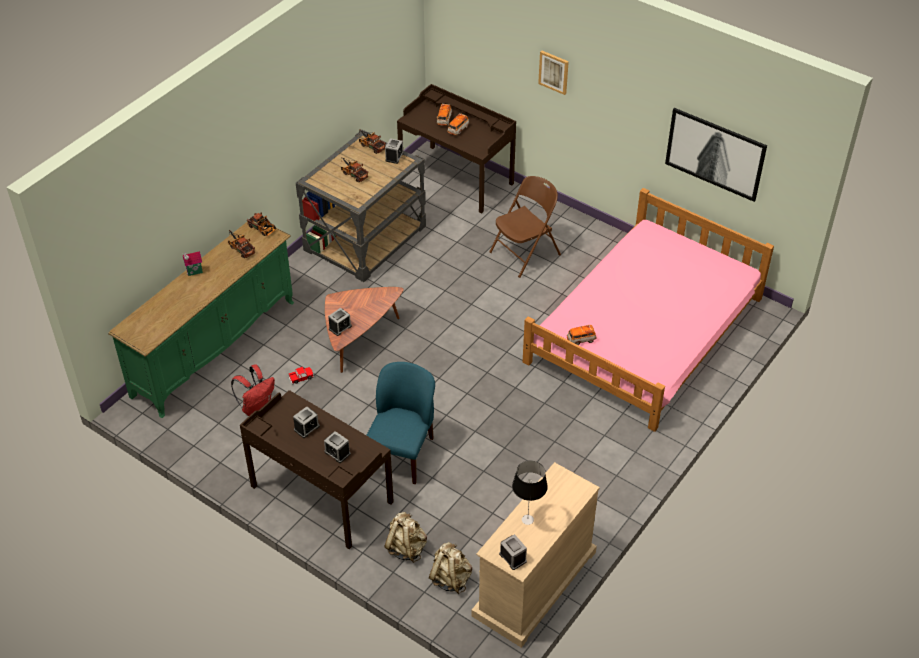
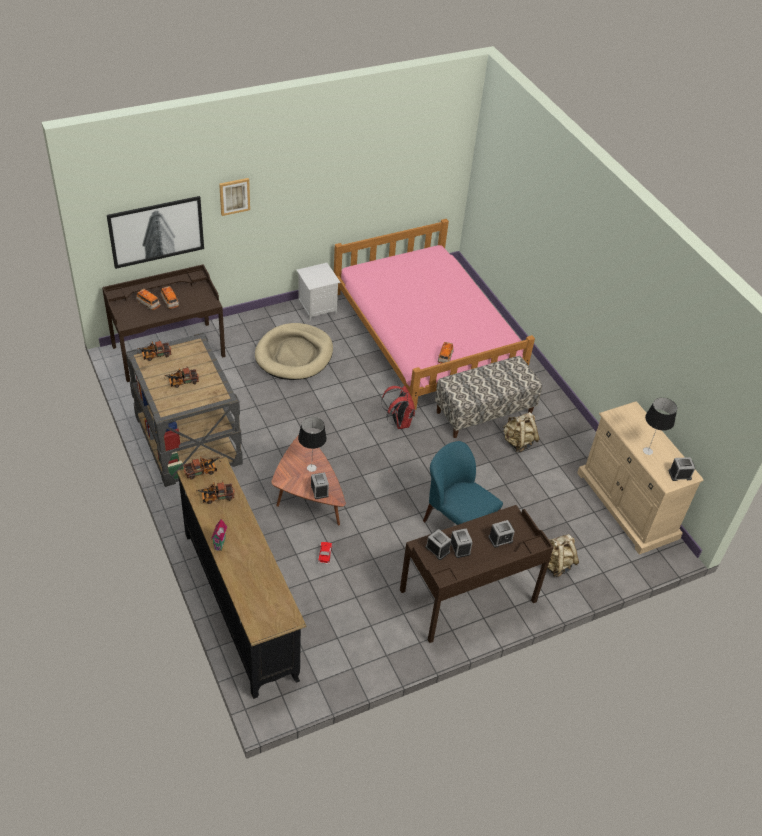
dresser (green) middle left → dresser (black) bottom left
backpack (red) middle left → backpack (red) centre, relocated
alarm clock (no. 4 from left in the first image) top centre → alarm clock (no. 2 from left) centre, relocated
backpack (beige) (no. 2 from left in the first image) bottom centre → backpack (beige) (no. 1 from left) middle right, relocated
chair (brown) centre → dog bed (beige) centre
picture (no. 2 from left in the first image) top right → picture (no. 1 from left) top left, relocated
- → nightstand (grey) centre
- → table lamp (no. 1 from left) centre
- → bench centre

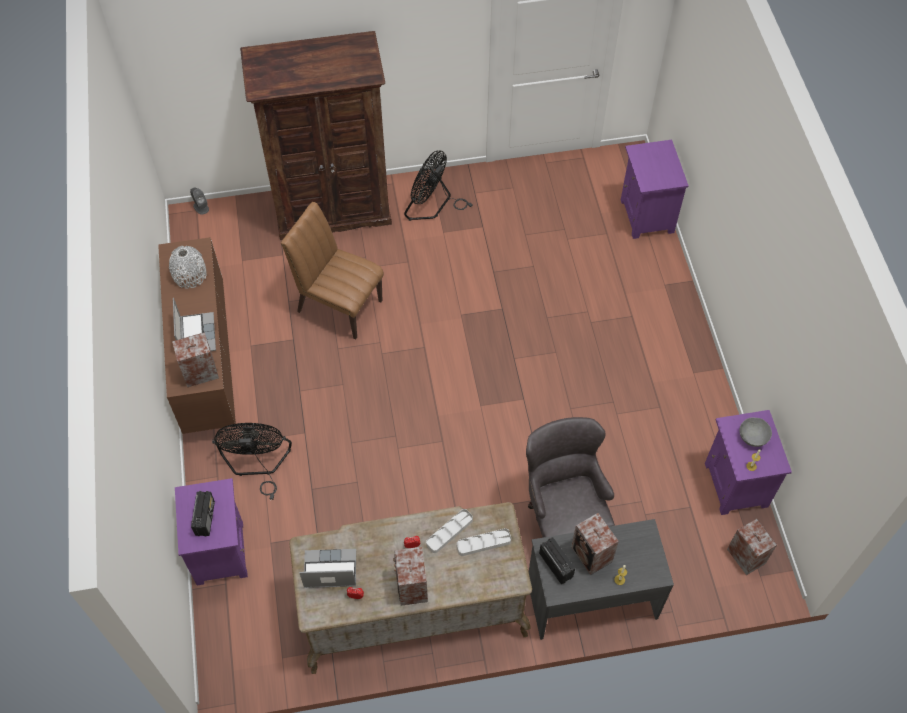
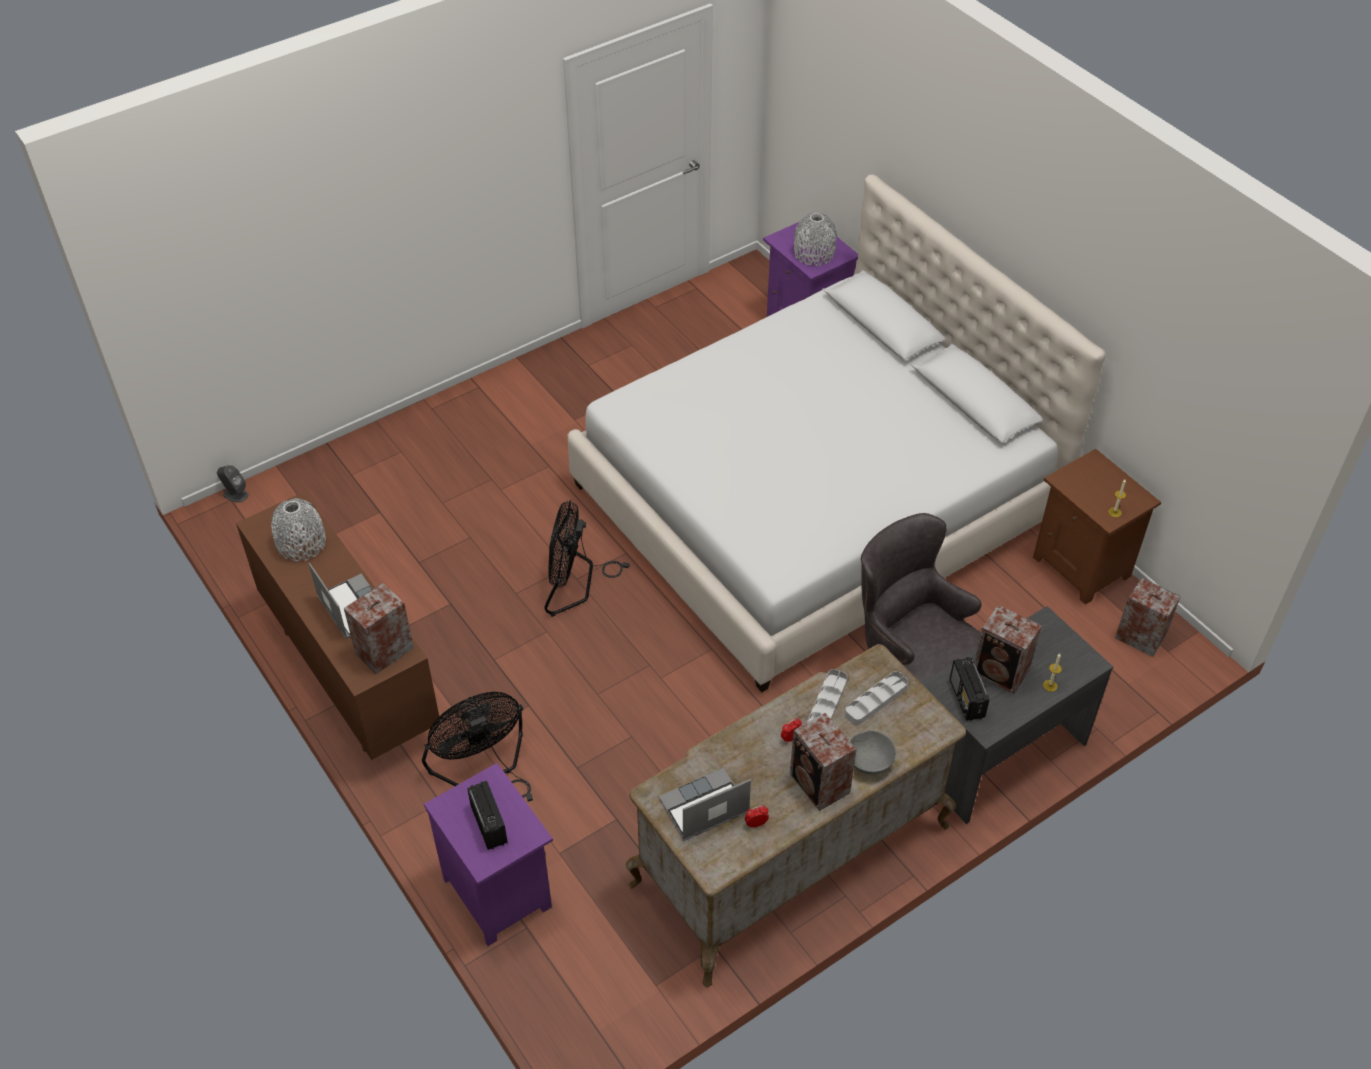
wardrobe (brown) top centre → -
chair (brown) centre → -
fan (black) (no. 2 from left) top centre → fan (black) (no. 2 from left) centre, relocated
radio (no. 2 from left) bottom centre → radio (no. 2 from left) middle right, 135 degrees counterclockwise
nightstand (purple) (no. 3 from left) middle right → nightstand (brown) middle right
bowl (grey) middle right → bowl (grey) bottom centre, relocated
- → bed (white) centre
- → vase (grey) (no. 2 from left) top centre

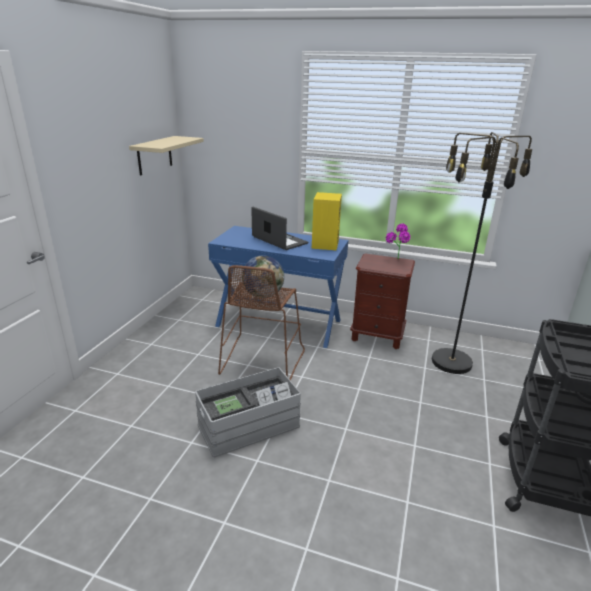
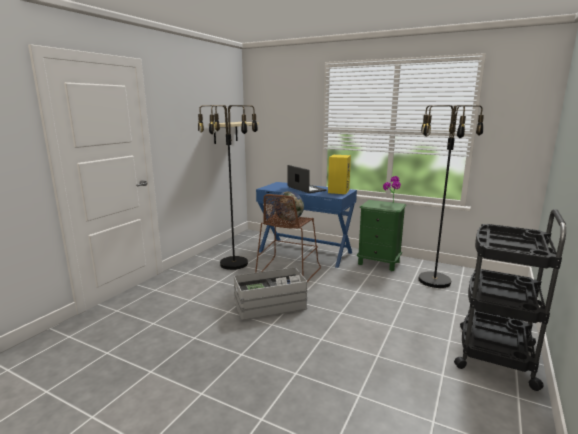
nightstand (brown) centre → nightstand (green) centre
- → floor lamp (no. 1 from left) centre

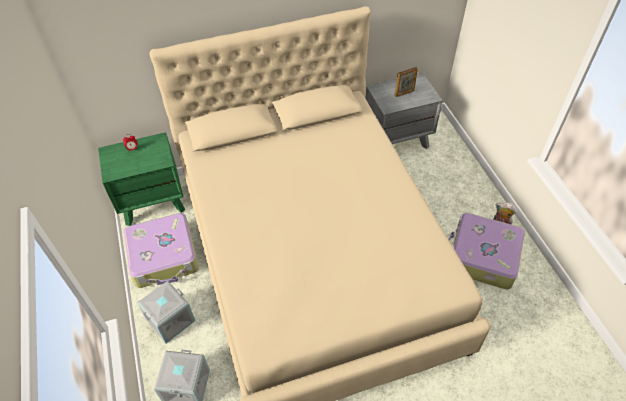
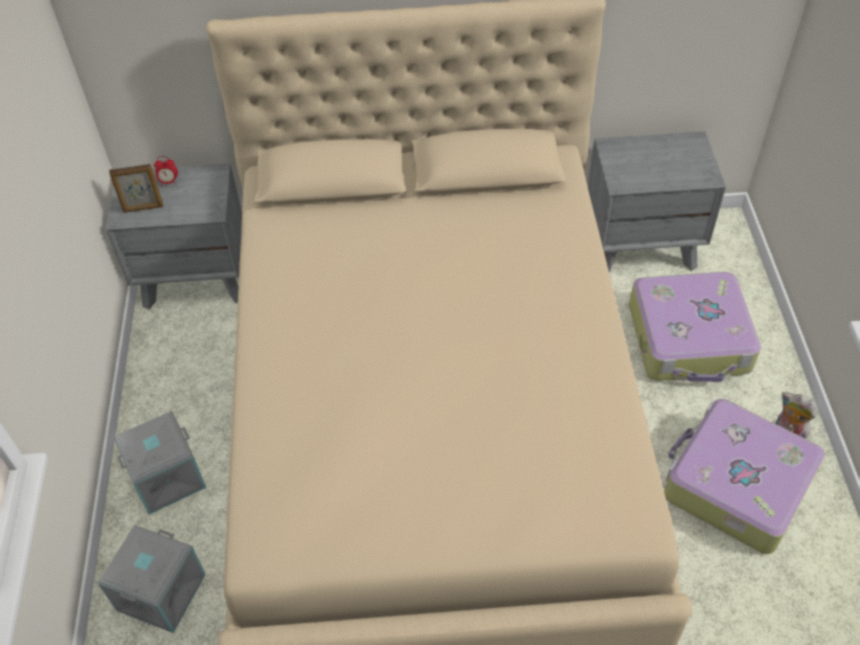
nightstand (green) middle left → nightstand (grey) (no. 1 from left) middle left
suitcase (no. 1 from left) middle left → suitcase (no. 1 from left) middle right, relocated
picture frame top centre → picture frame top left, relocated

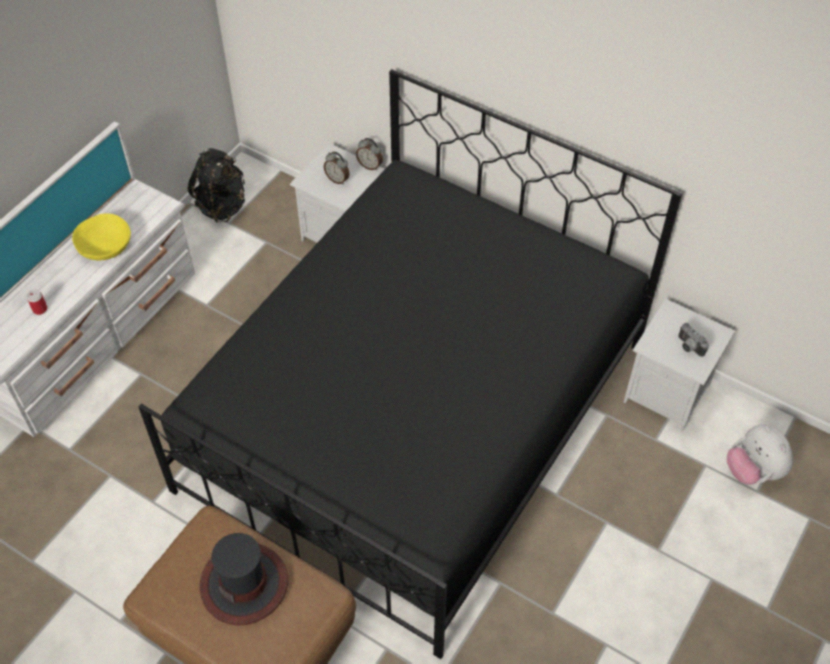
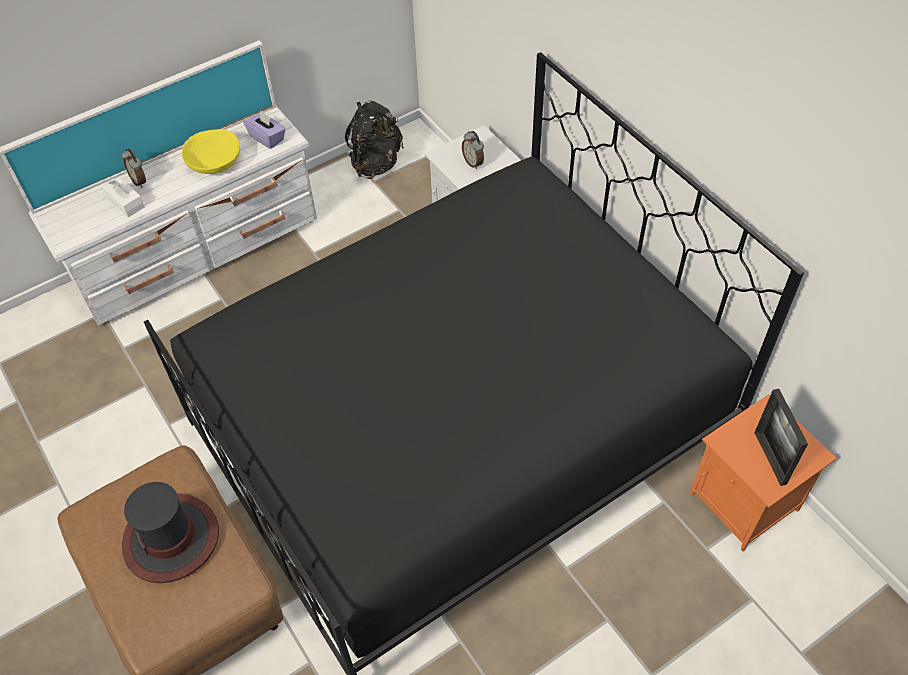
can middle left → tissue box (white) top left
alarm clock (no. 2 from left in the first image) top centre → alarm clock (no. 1 from left) top left, relocated
nightstand (grey) (no. 2 from left) middle right → nightstand (orange) bottom right
photo camera middle right → picture frame middle right
plush toy bottom right → -
- → tissue box (purple) top left

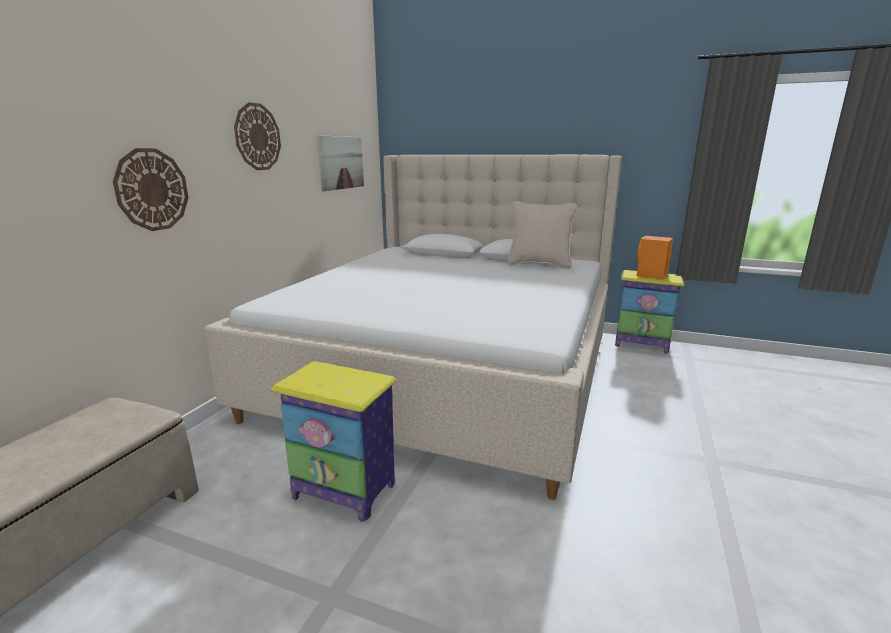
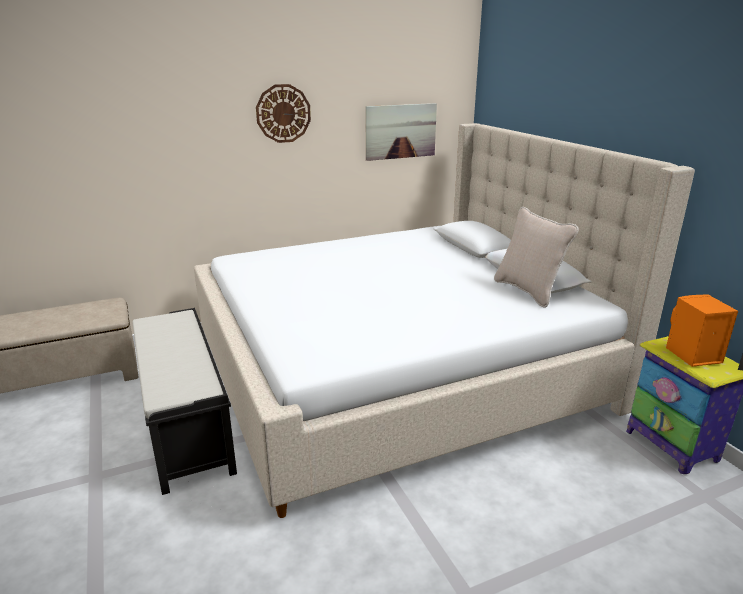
wall clock (no. 1 from left) top left → -
nightstand (no. 1 from left) bottom centre → bench (black) bottom left

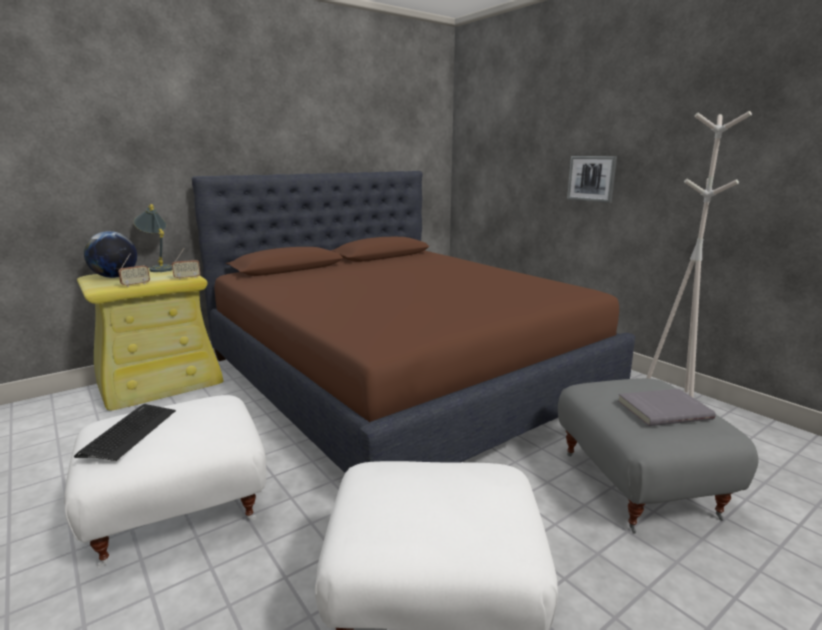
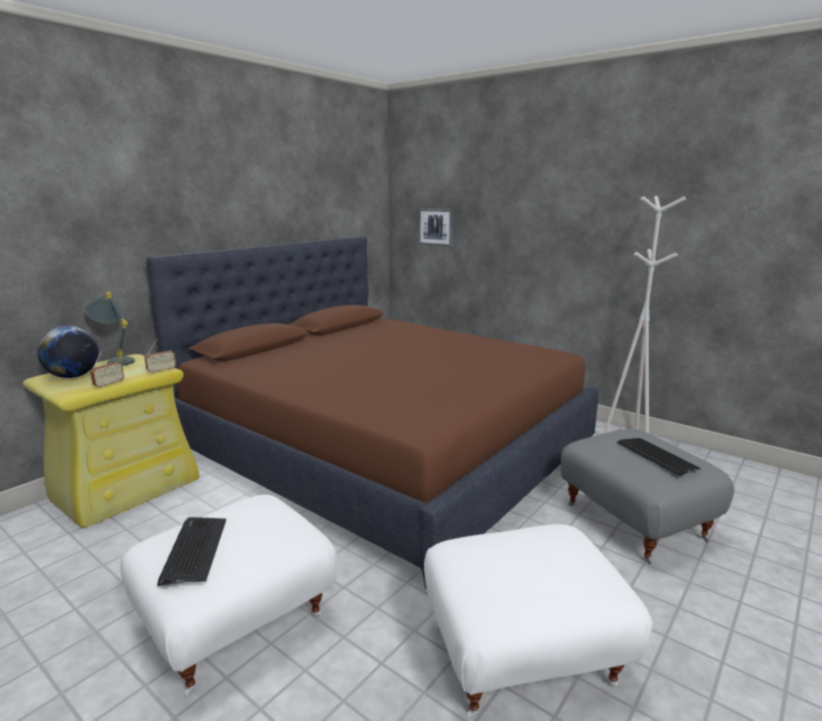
picture top right → picture top centre, relocated
book (grey) middle right → keyboard (no. 2 from left) middle right

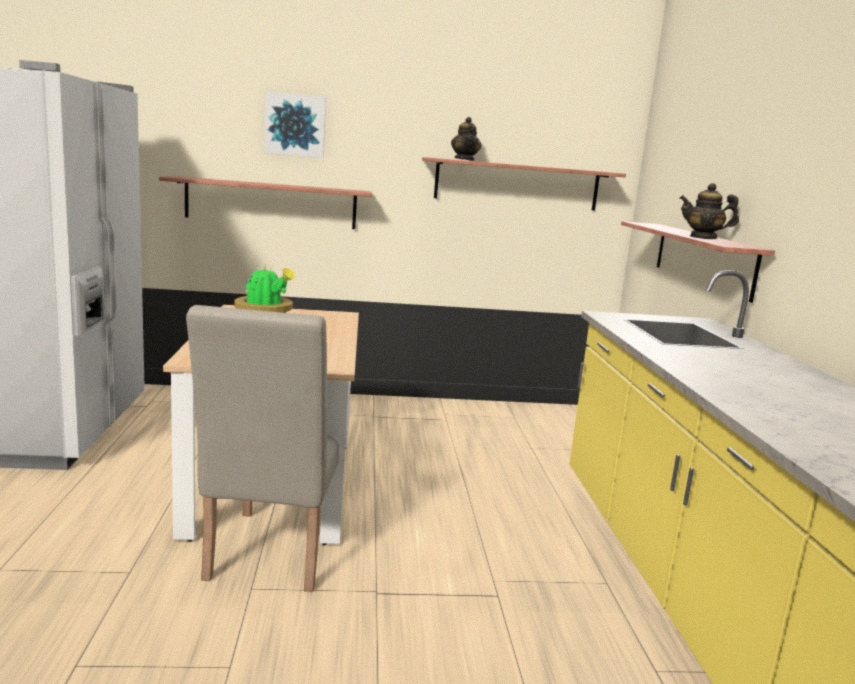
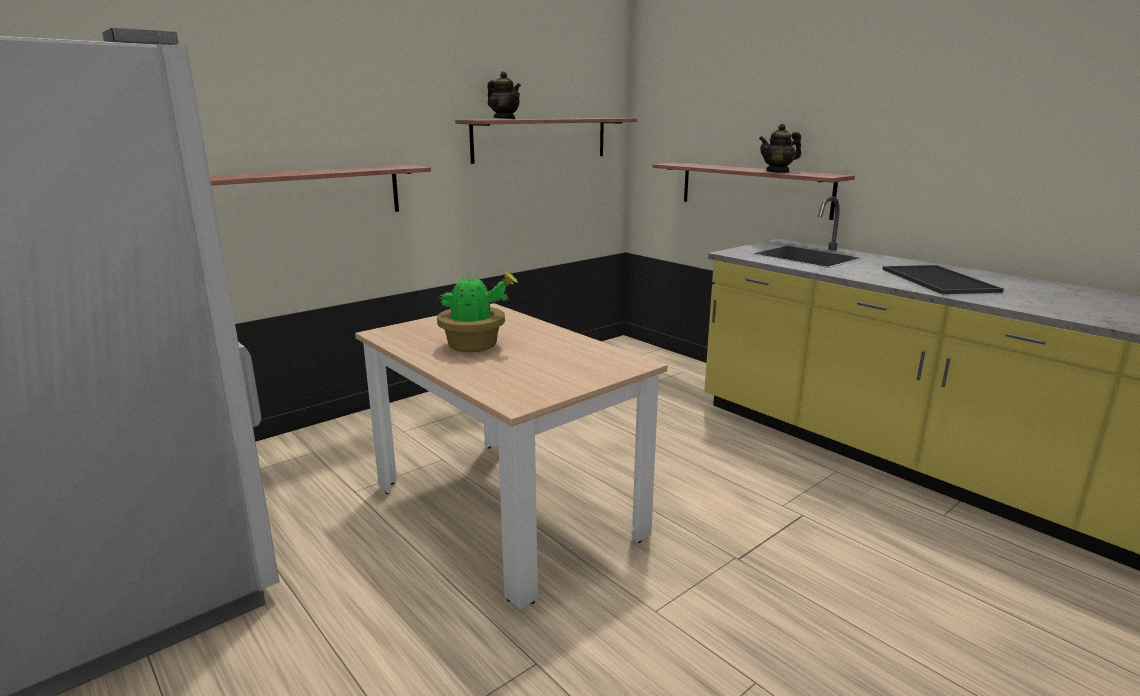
chair (beige) middle left → -
picture top centre → -
- → tray middle right

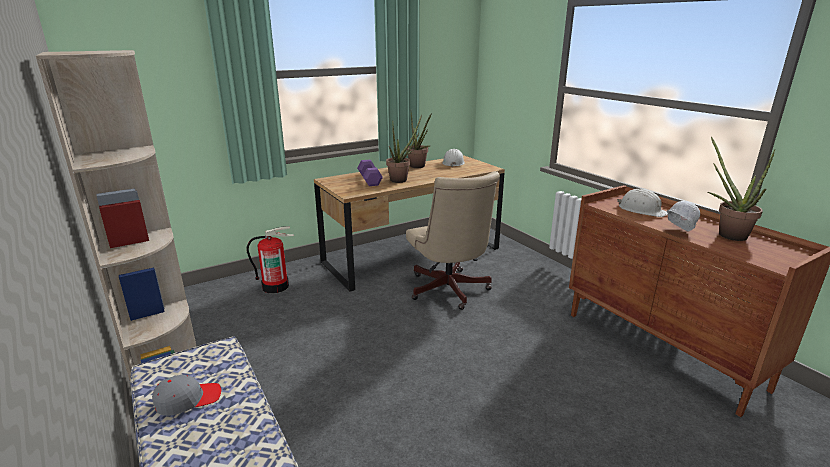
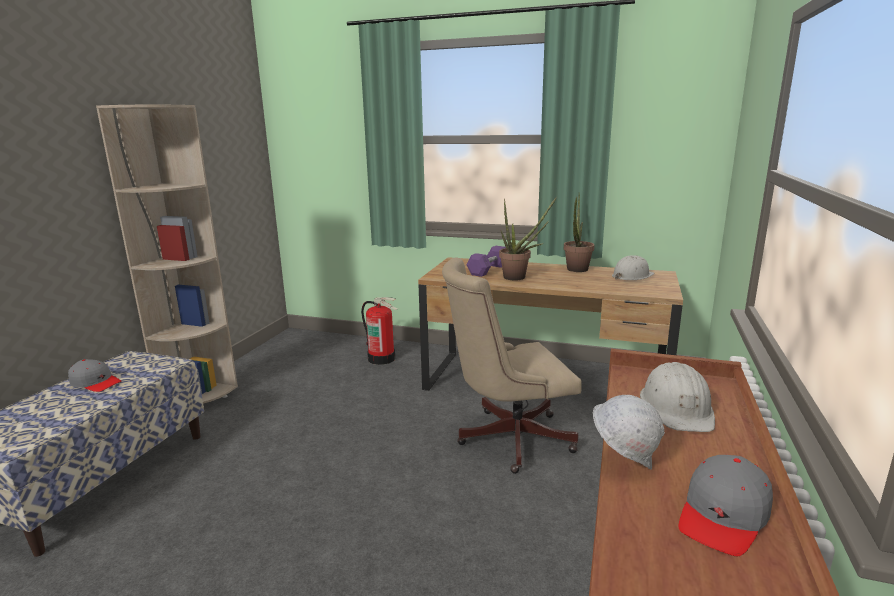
office chair (beige) centre, 45 degrees clockwise
potted plant (no. 3 from left) middle right → cap (grey) (no. 2 from left) bottom right

